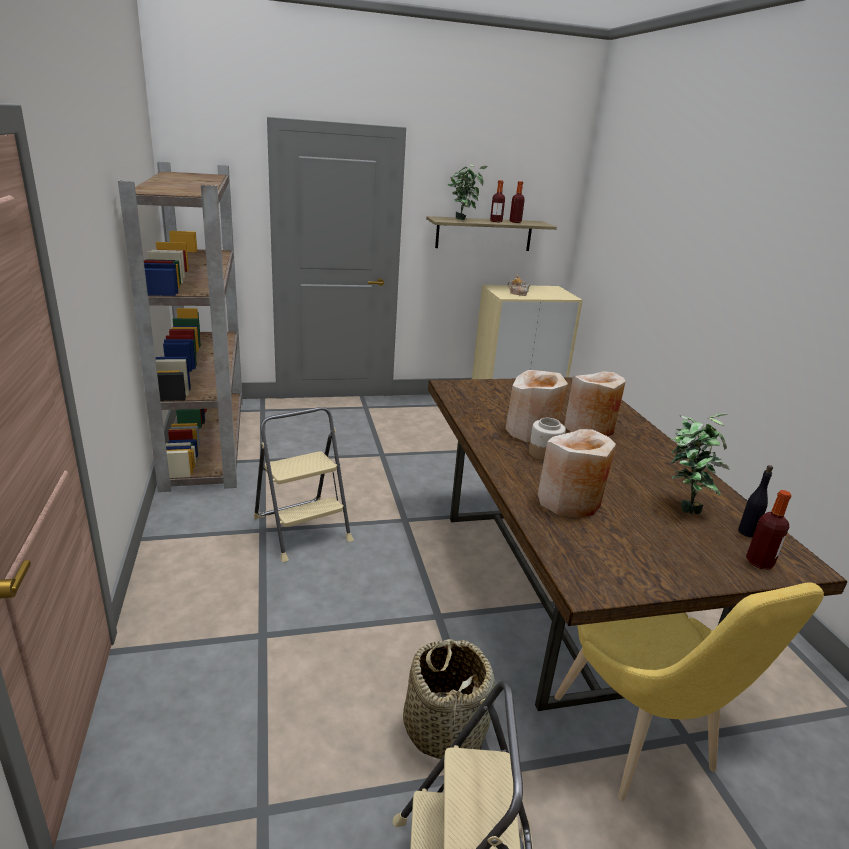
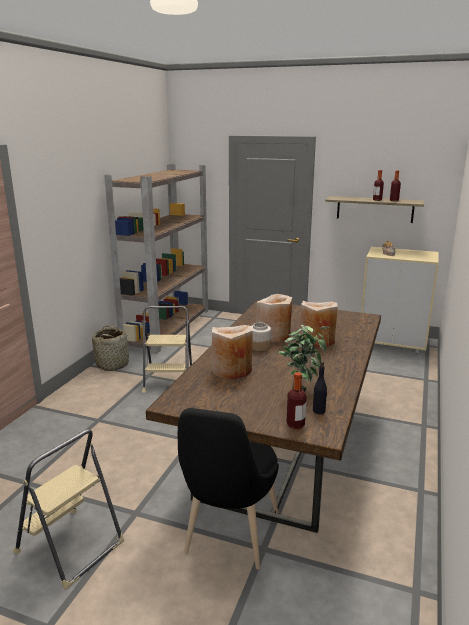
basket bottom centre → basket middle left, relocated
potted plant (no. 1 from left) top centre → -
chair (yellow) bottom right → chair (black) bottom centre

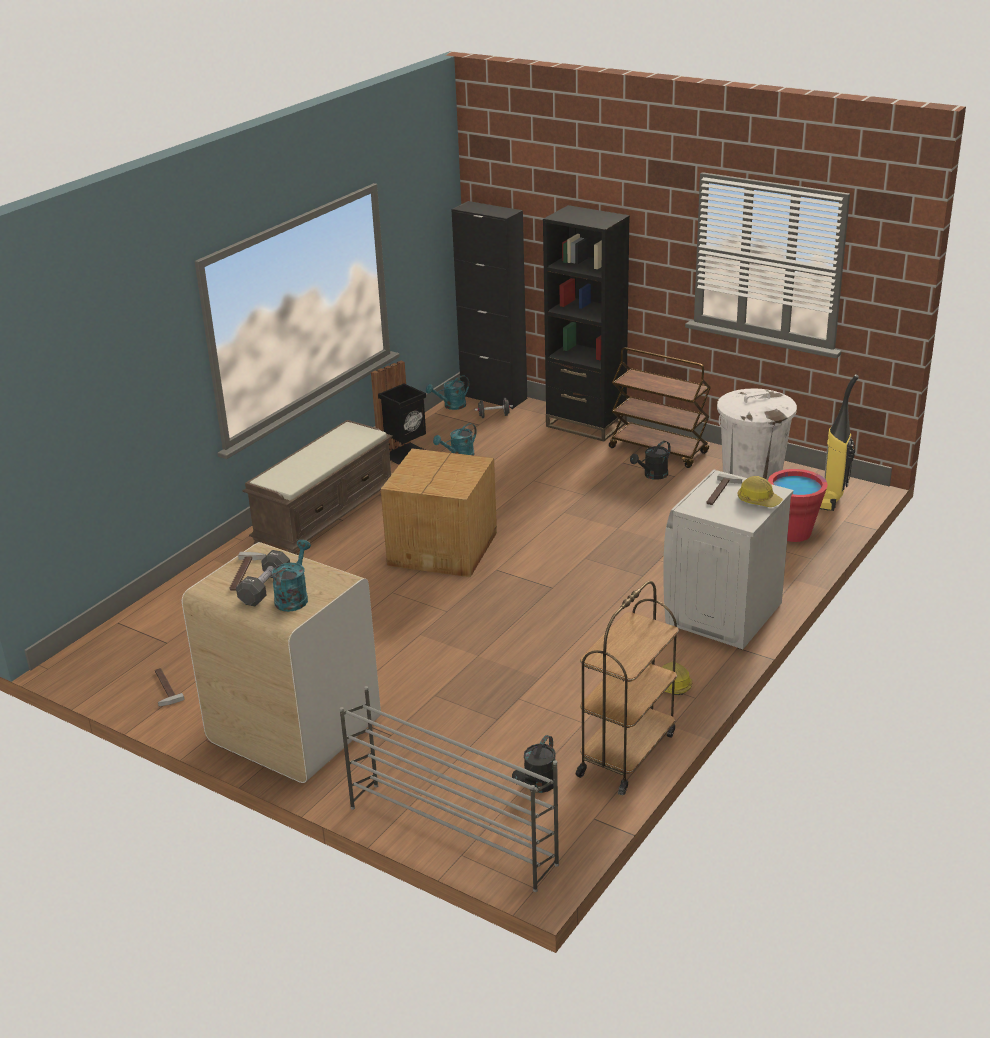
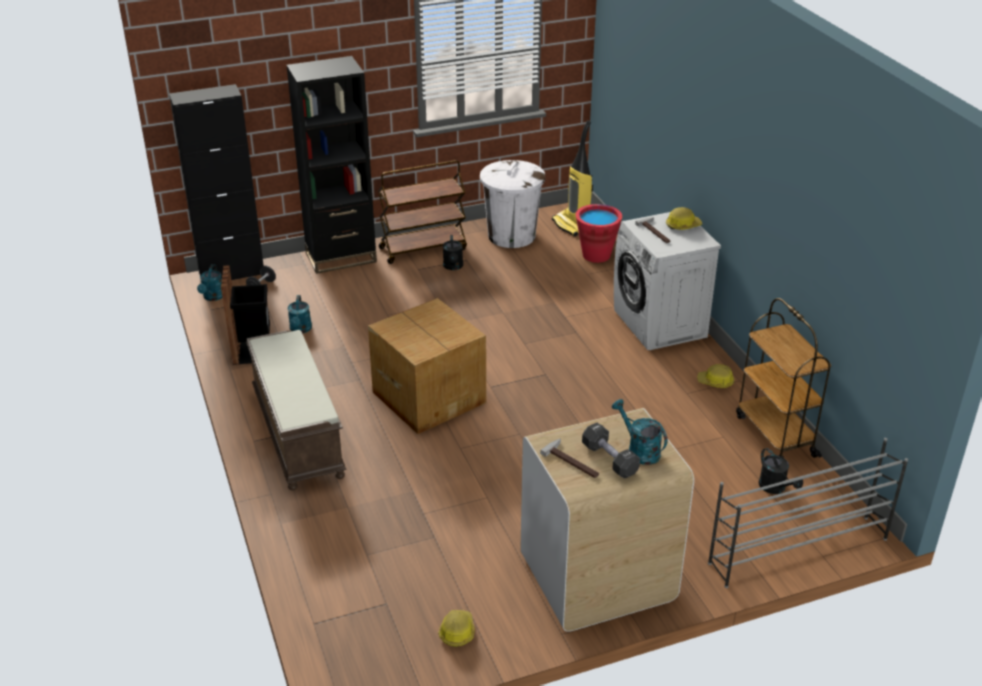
hammer (no. 1 from left) middle left → hard hat (no. 1 from left) bottom centre

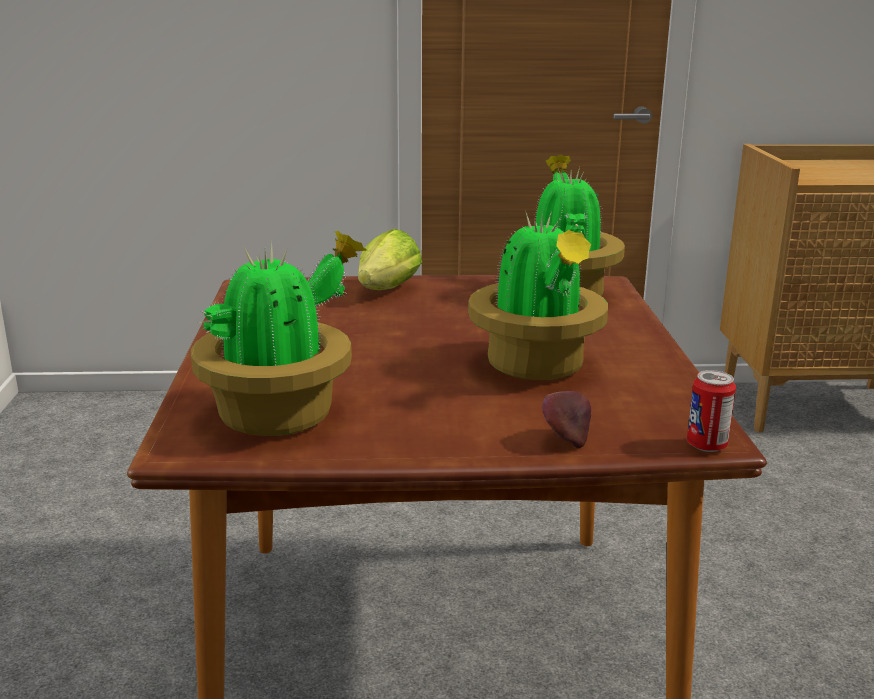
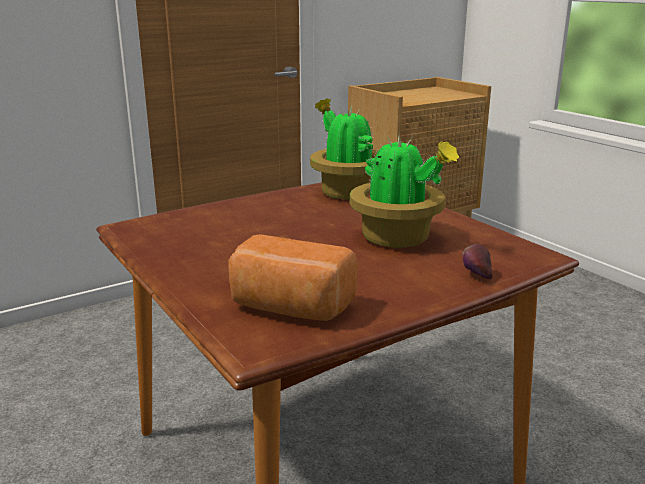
potted plant (no. 1 from left) middle left → bread centre
lettuce centre → -
can middle right → -

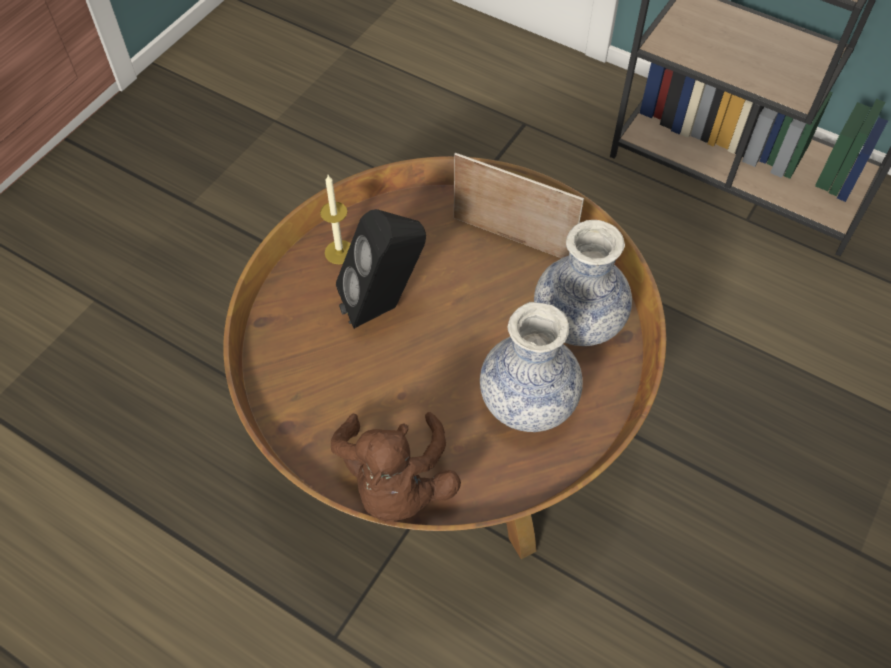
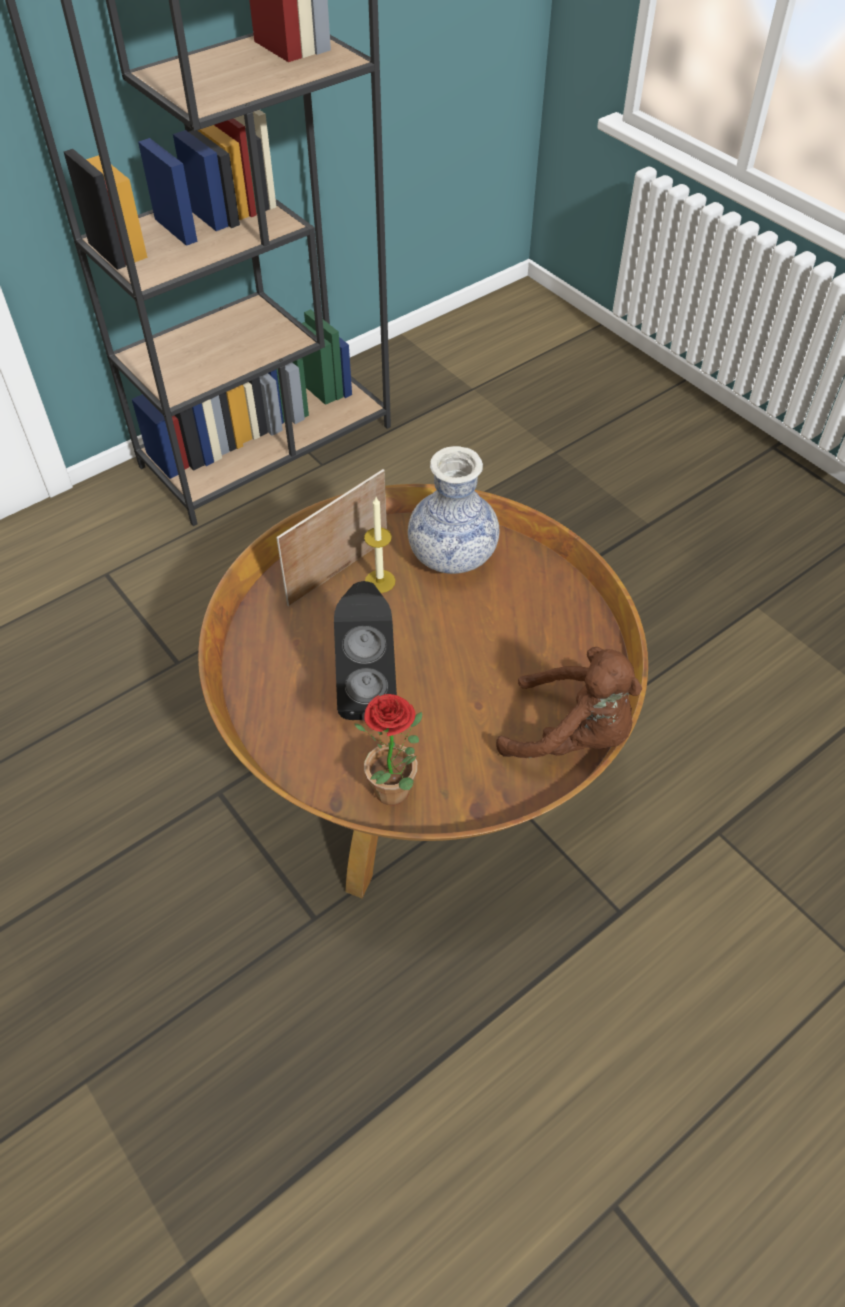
candle top centre → candle centre, relocated
vase (no. 1 from left) centre → -
- → potted plant centre

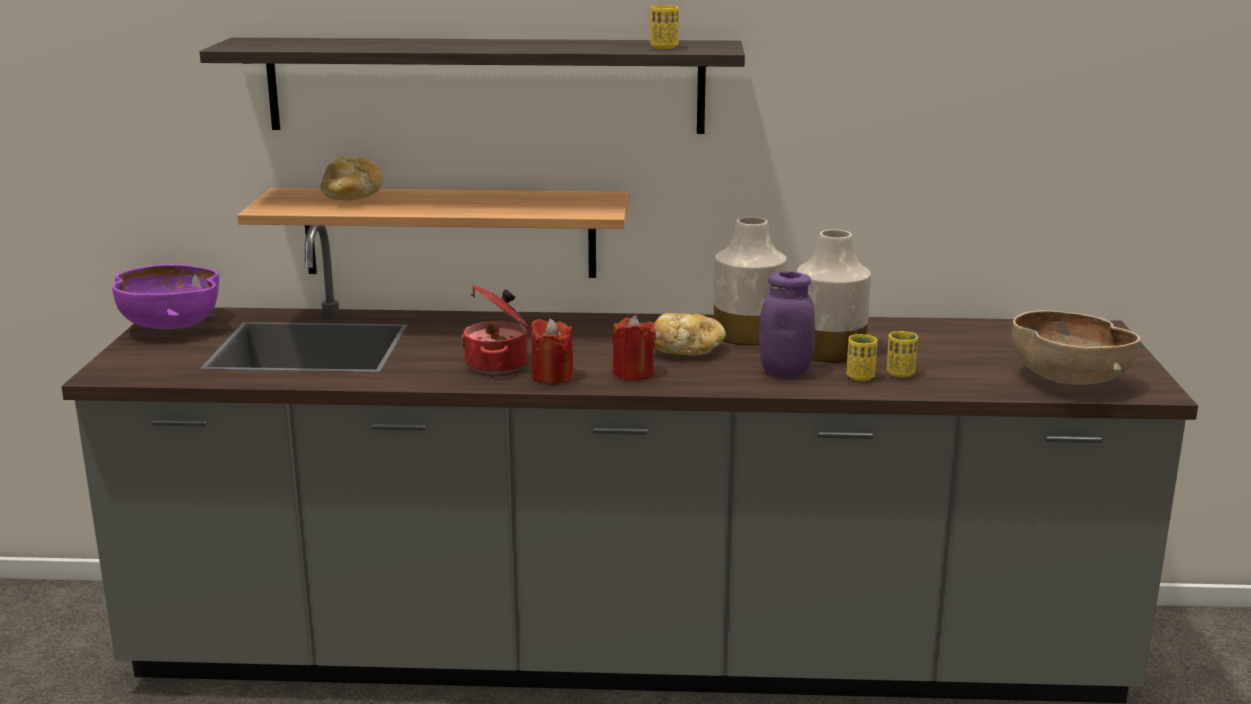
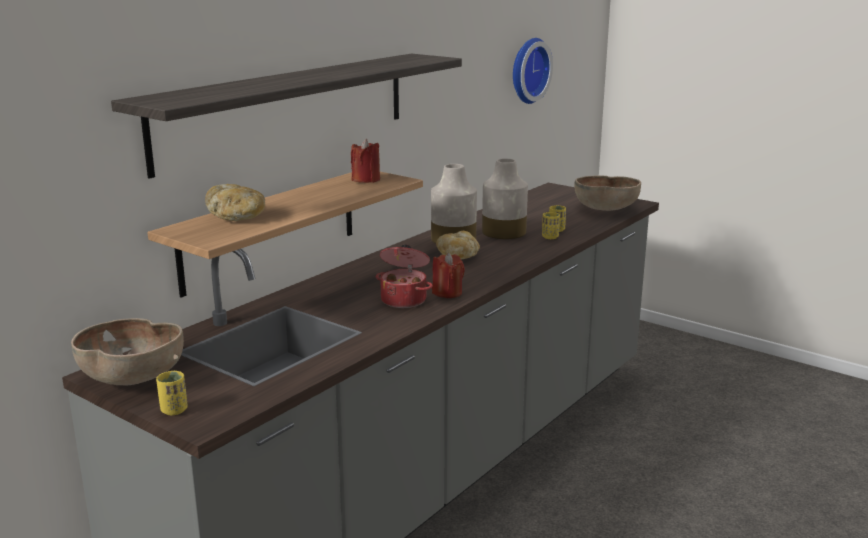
bowl (purple) middle left → bowl (brown) (no. 1 from left) middle left
candle (red) (no. 2 from left in the first image) centre → candle (red) (no. 1 from left) top centre, relocated
cup (yellow) (no. 1 from left) top centre → cup (yellow) (no. 1 from left) bottom left, relocated
jar (purple) centre → -
- → wall clock top centre

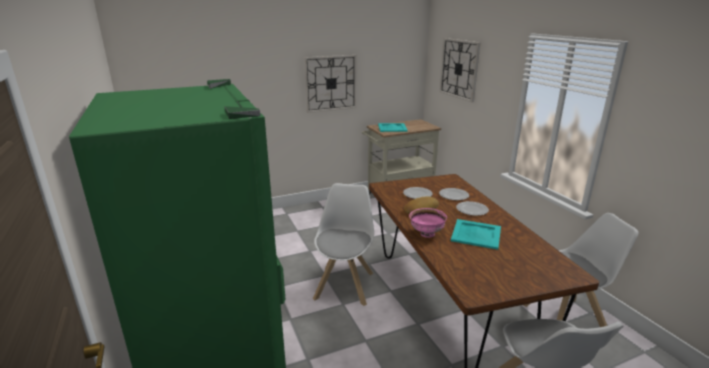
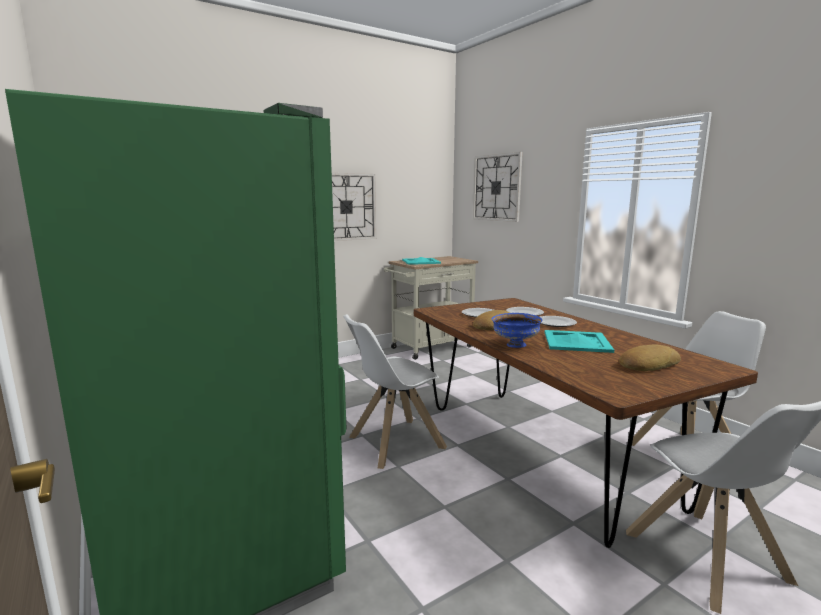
chair (no. 1 from left) centre, 120 degrees counterclockwise
bowl (pink) centre → bowl (blue) centre
- → bread (no. 2 from left) middle right

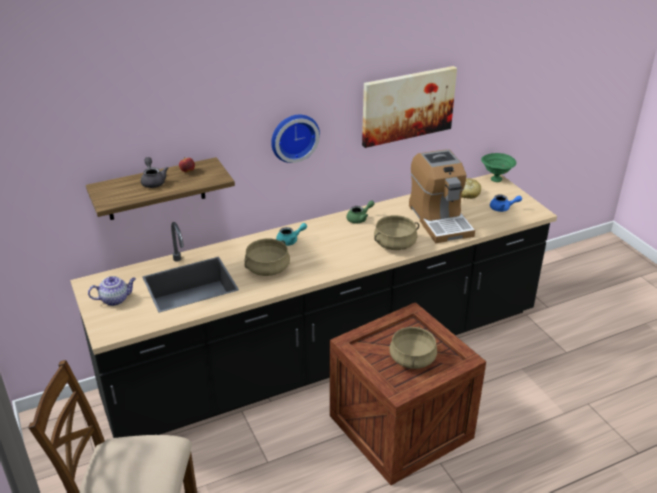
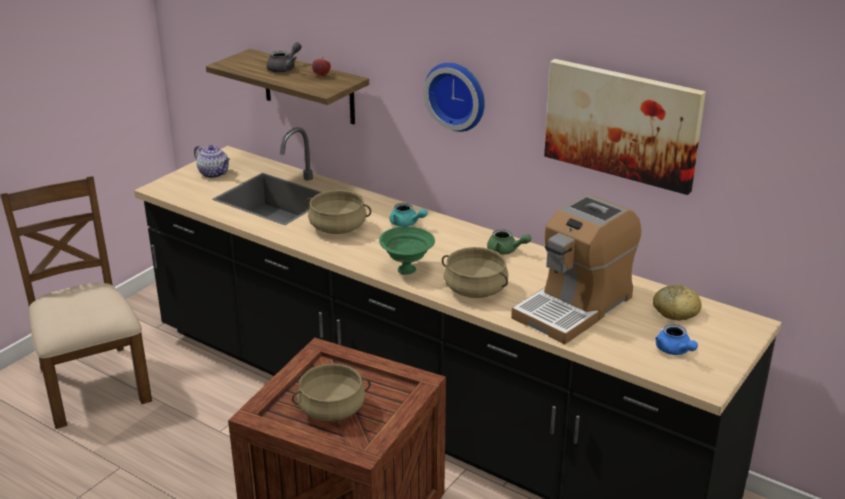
bowl (green) middle right → bowl (green) centre, relocated

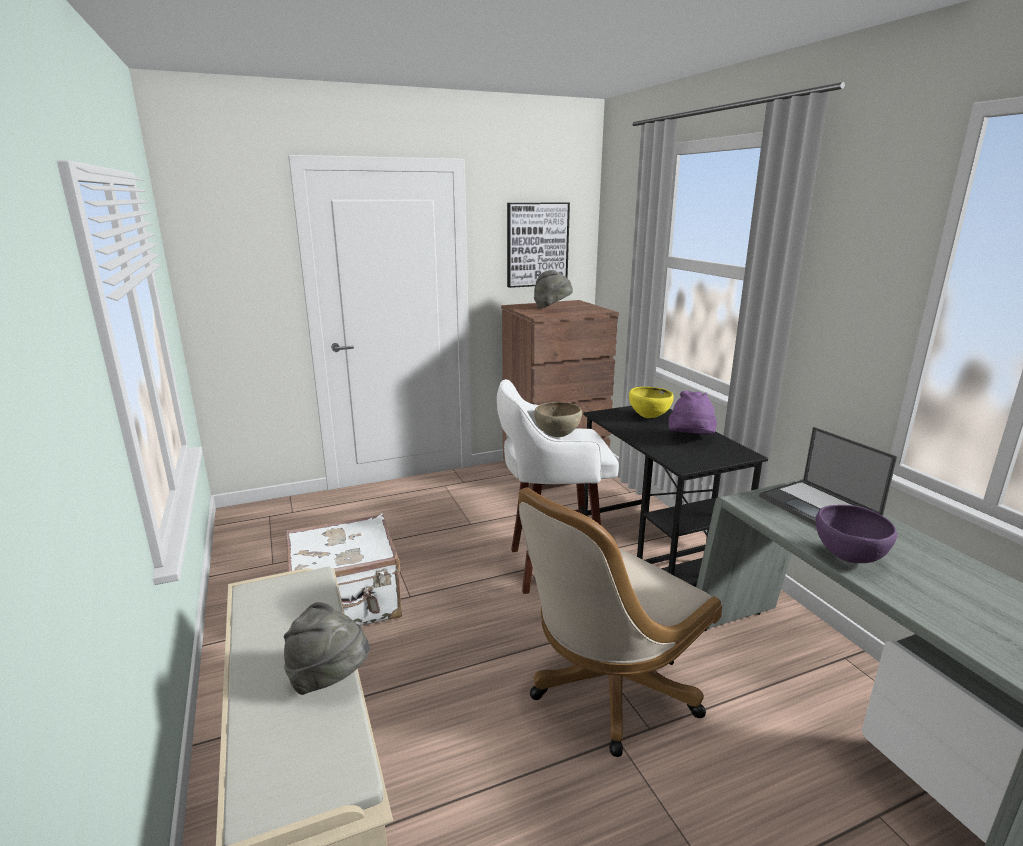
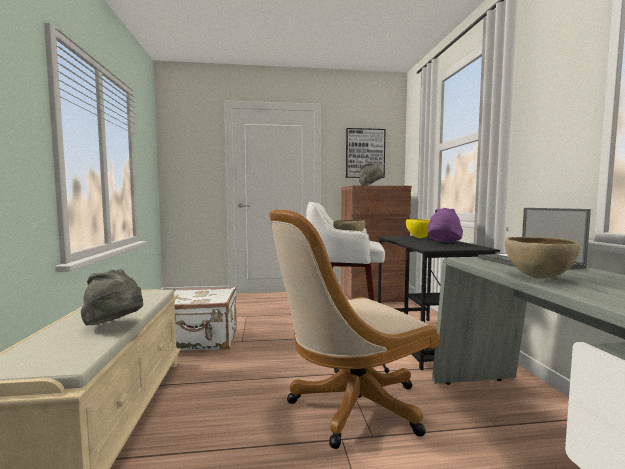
bowl (purple) middle right → bowl (brown) (no. 2 from left) middle right

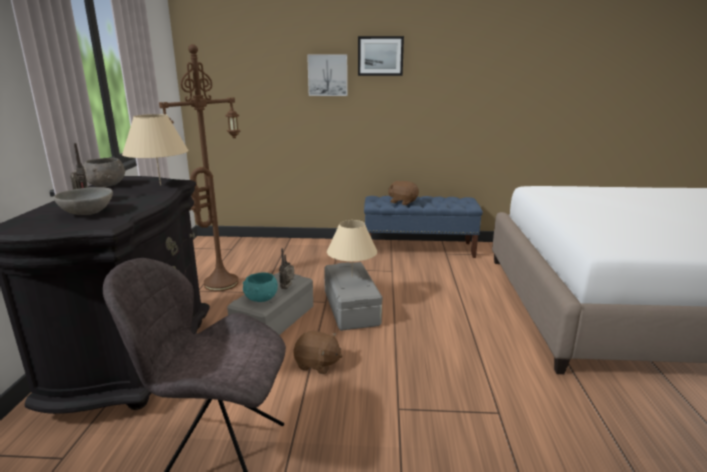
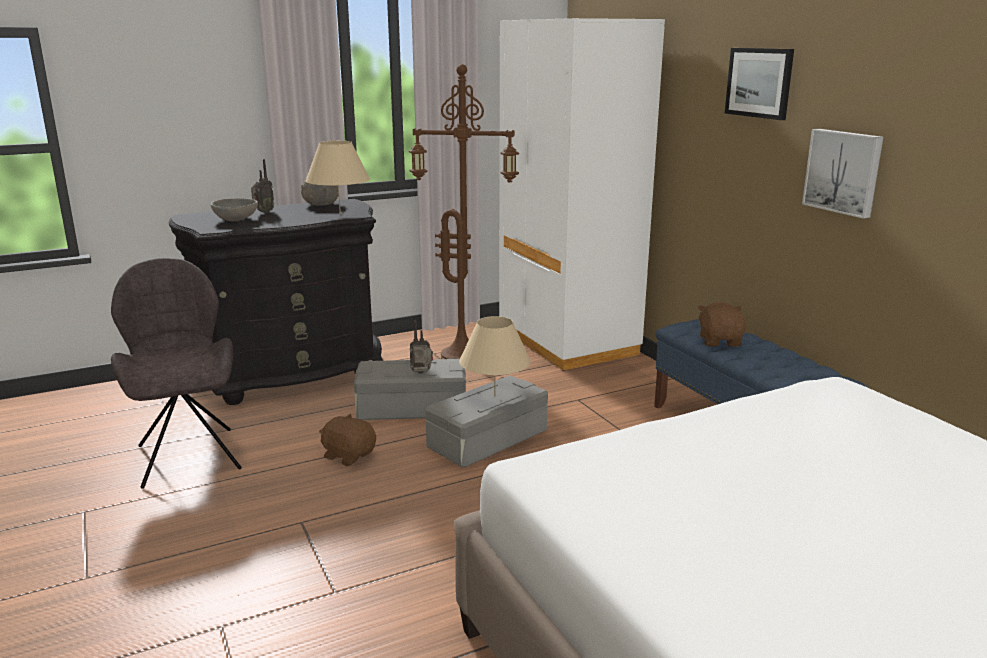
bowl (turquoise) centre → -
plush toy (brown) (no. 1 from left) bottom centre, 135 degrees clockwise
picture (no. 1 from left in the first image) top centre → picture (no. 2 from left) top right, relocated
- → wardrobe (white) top centre

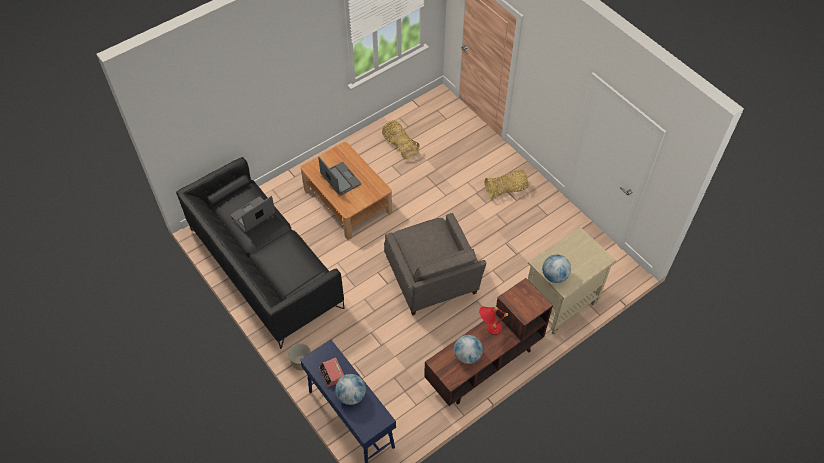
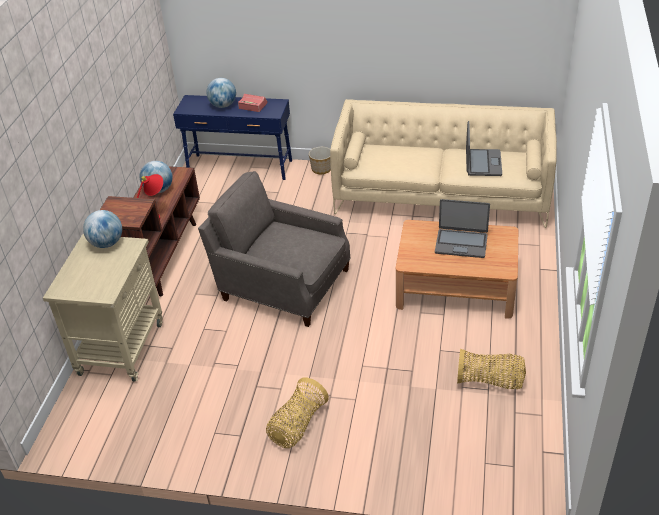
sofa (black) middle left → sofa (beige) top right

